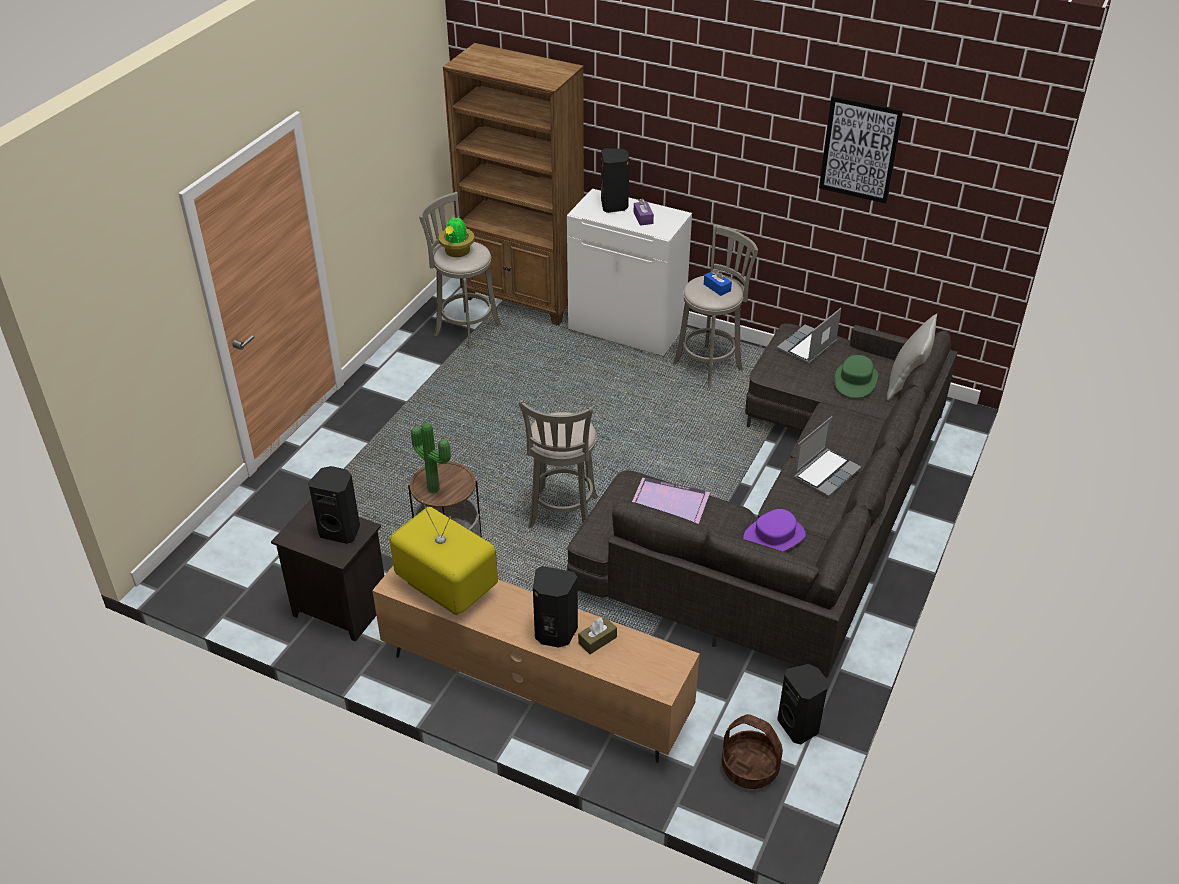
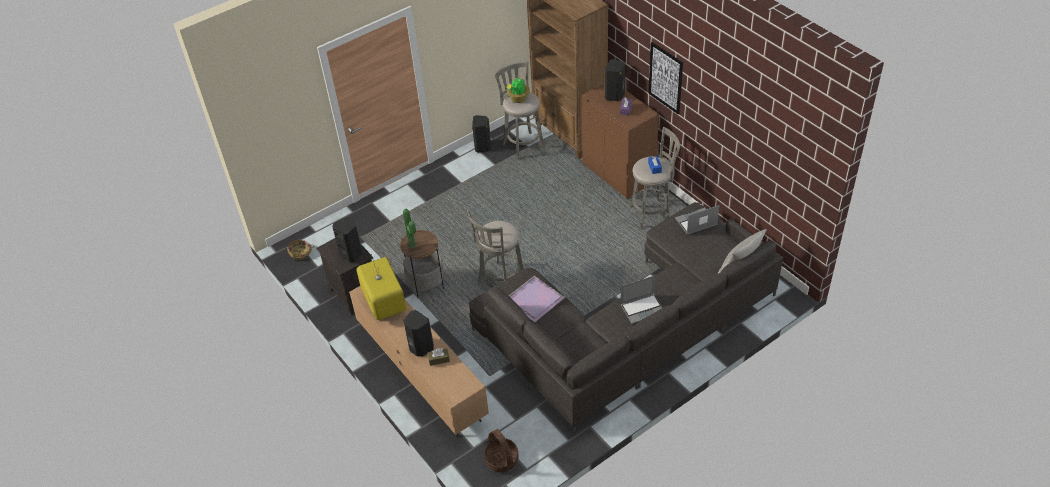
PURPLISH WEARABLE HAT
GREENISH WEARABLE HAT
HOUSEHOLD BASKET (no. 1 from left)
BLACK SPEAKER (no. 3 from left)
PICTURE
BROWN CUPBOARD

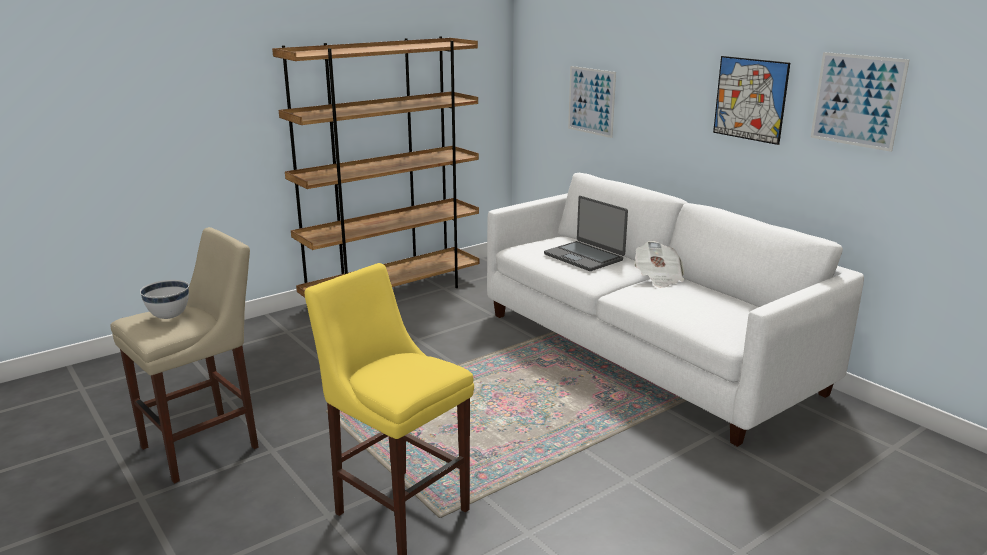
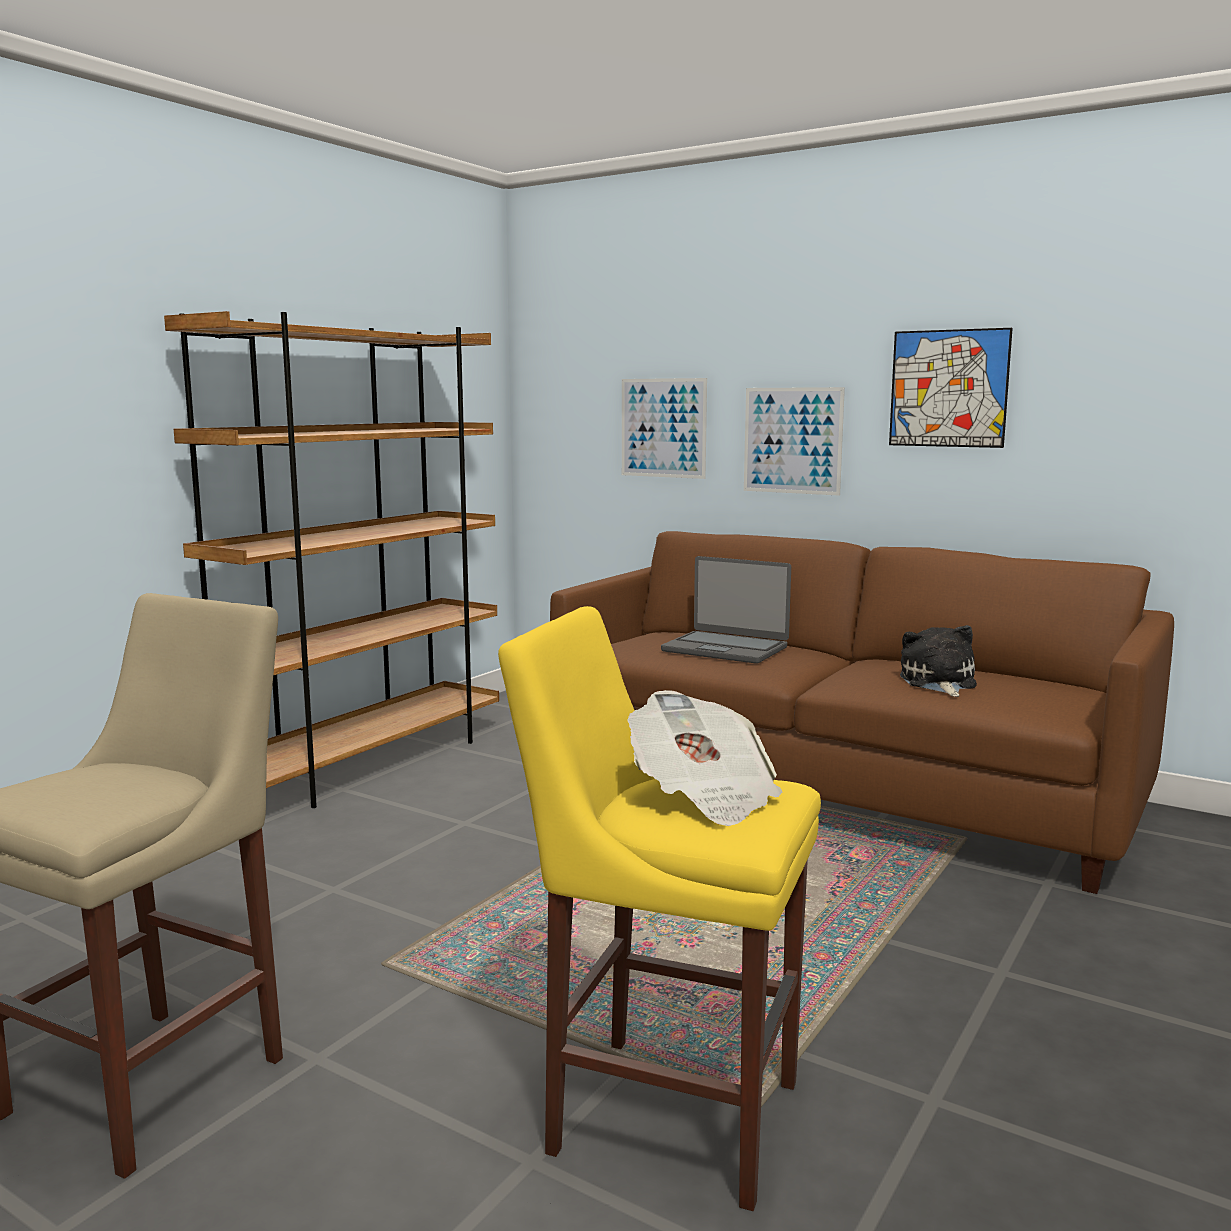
WHITE-COLOURED SERVING BOWL
PLUSH TOY
PRINTED PAPER
PICTURE (no. 2 from left)
BROWN SOFA

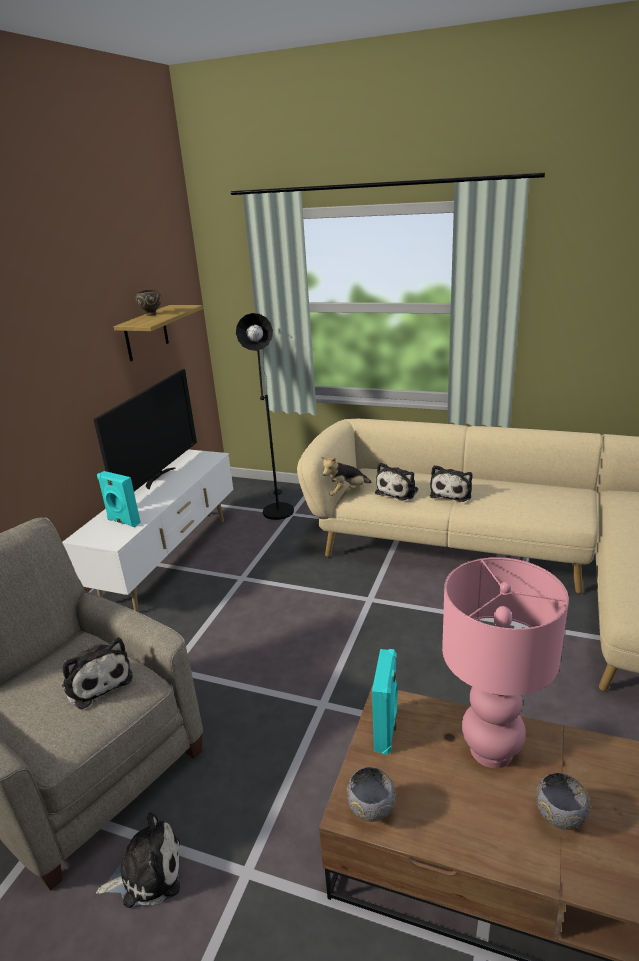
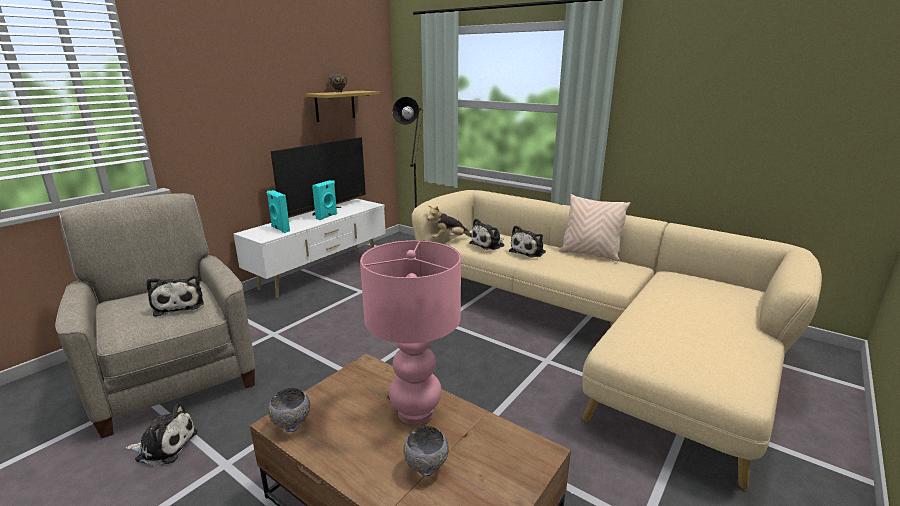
BEIGE-COLOURED CUSHION
TURQUOISE-COLOURED SPEAKER (no. 2 from left)

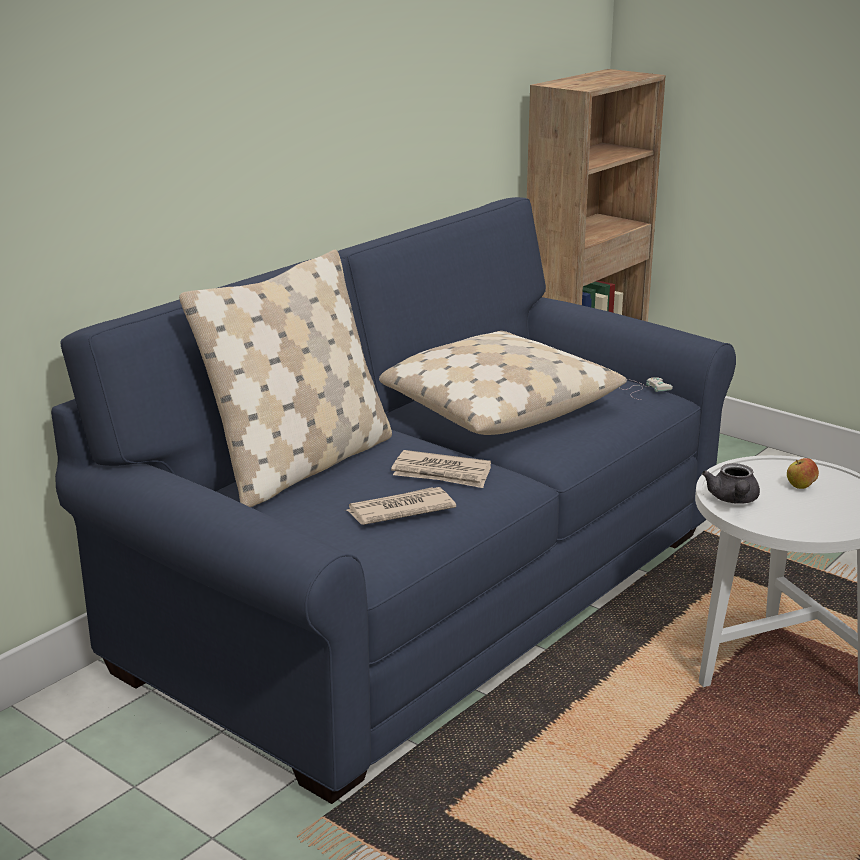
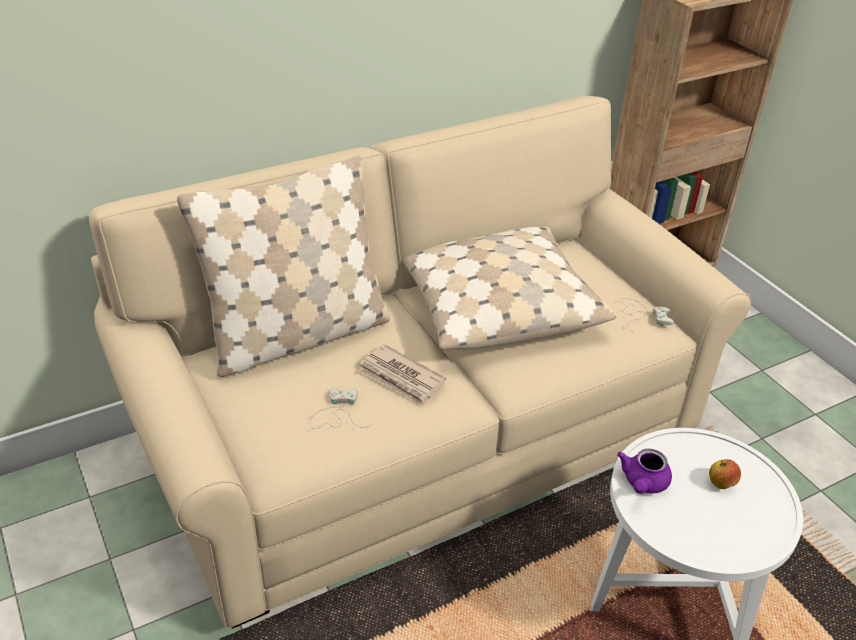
WHITE-COLOURED JOYPAD (no. 1 from left)
BEIGE-COLOURED SOFA
PURPLISH TEA POT

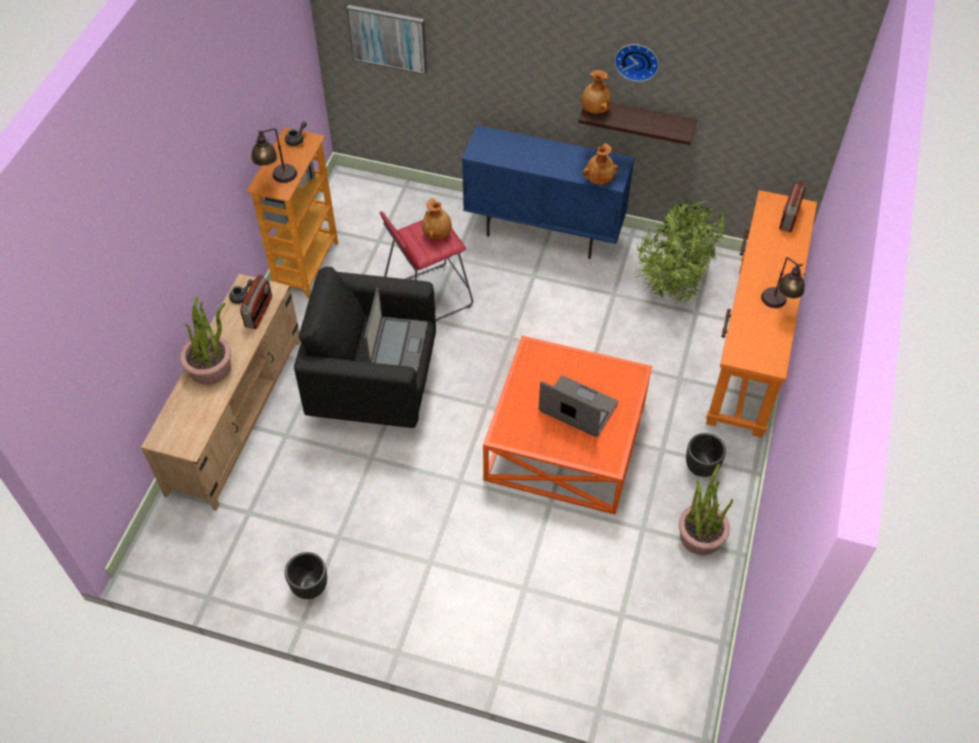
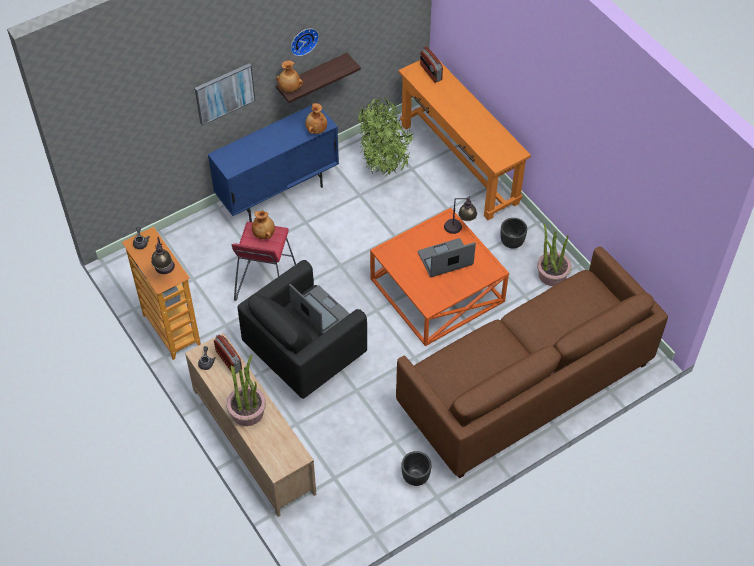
BROWN SOFA
PICTURE
TABLETOP LAMP (no. 2 from left)

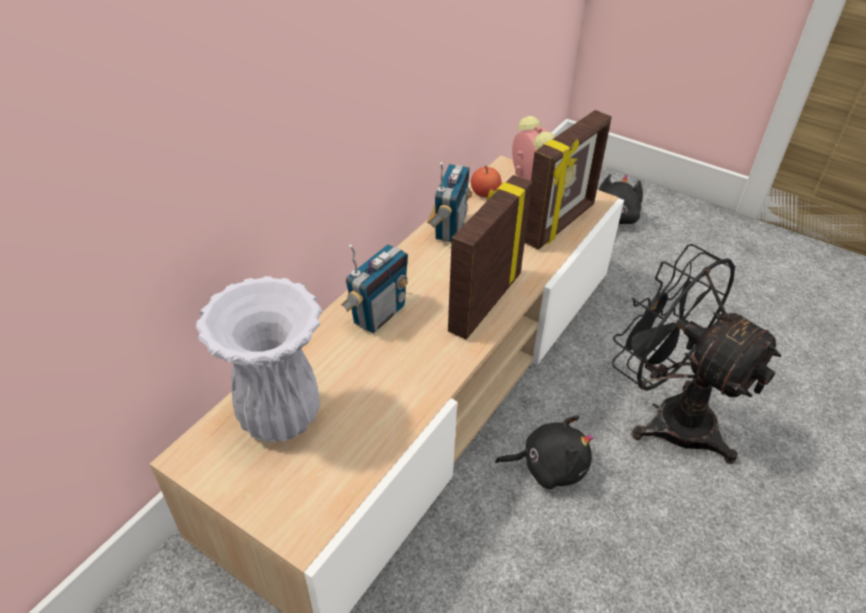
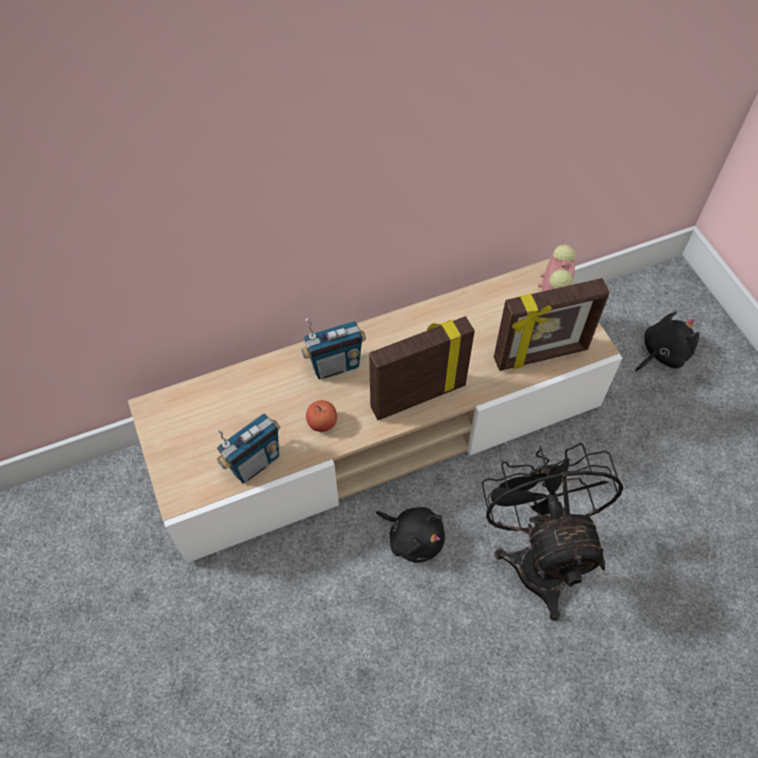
WHITE-COLOURED FLOWER VASE
RADIO RECEIVER (no. 1 from left)
WHOLE APPLE

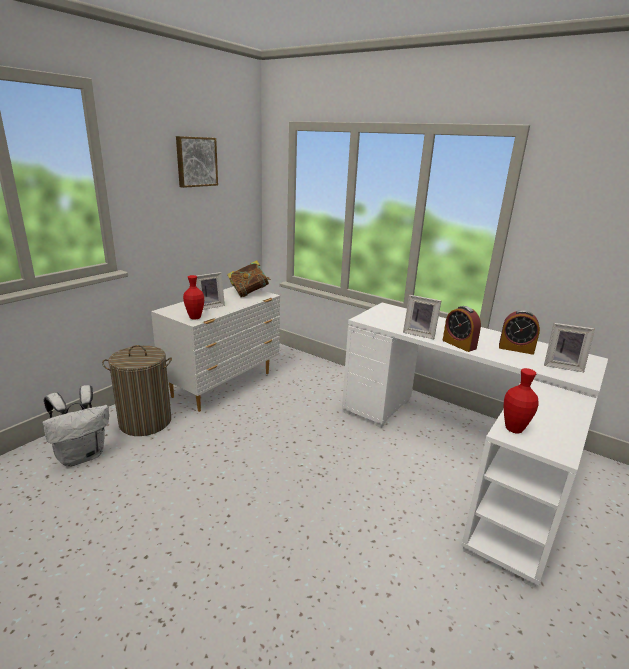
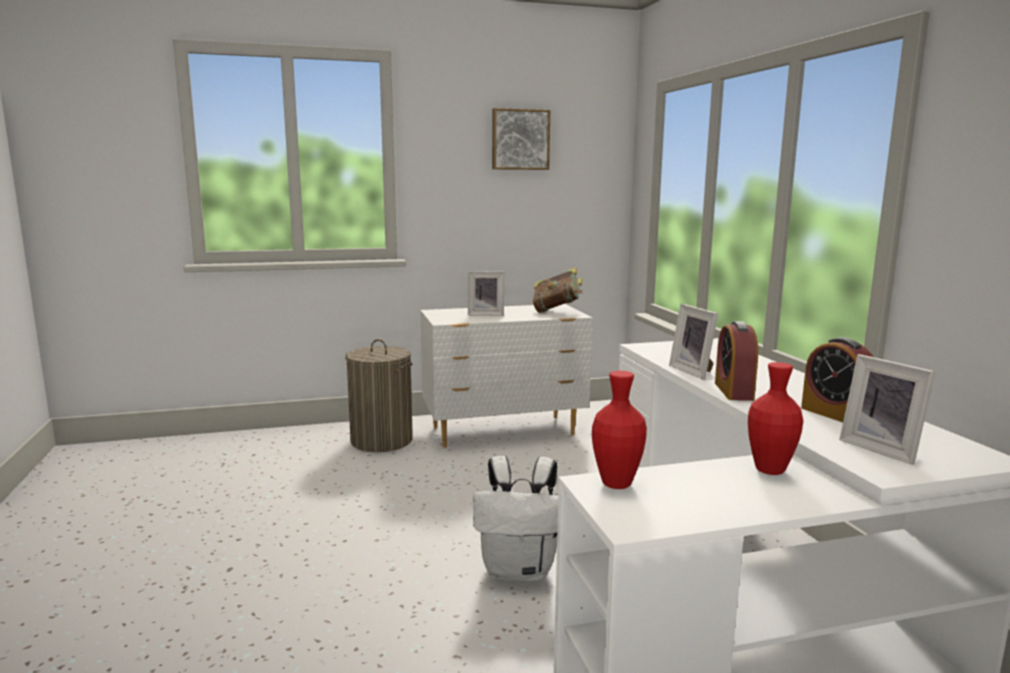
WHITE-COLOURED RUCKSACK
REDDISH FLOWER VASE (no. 2 from left)

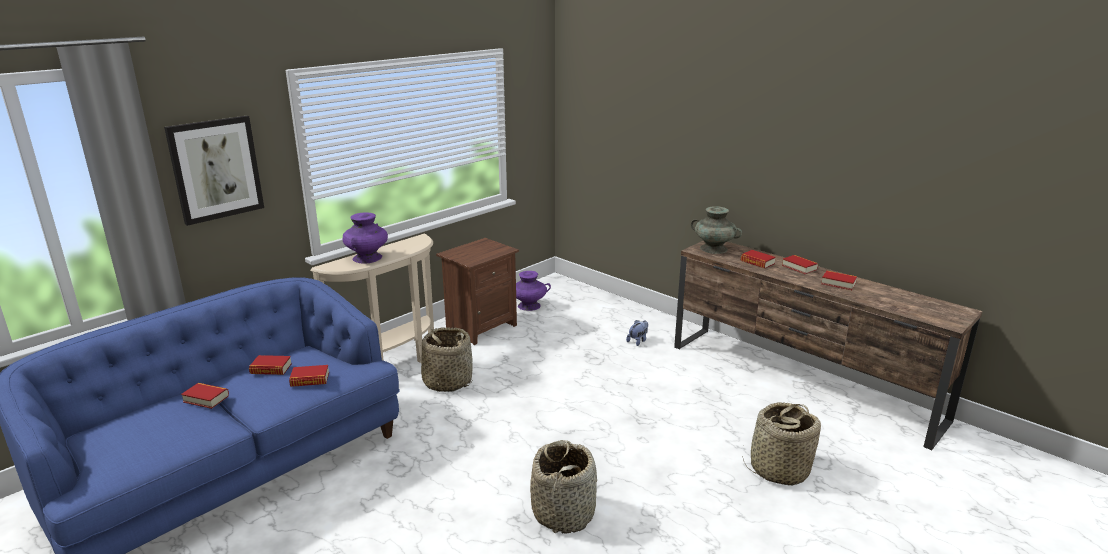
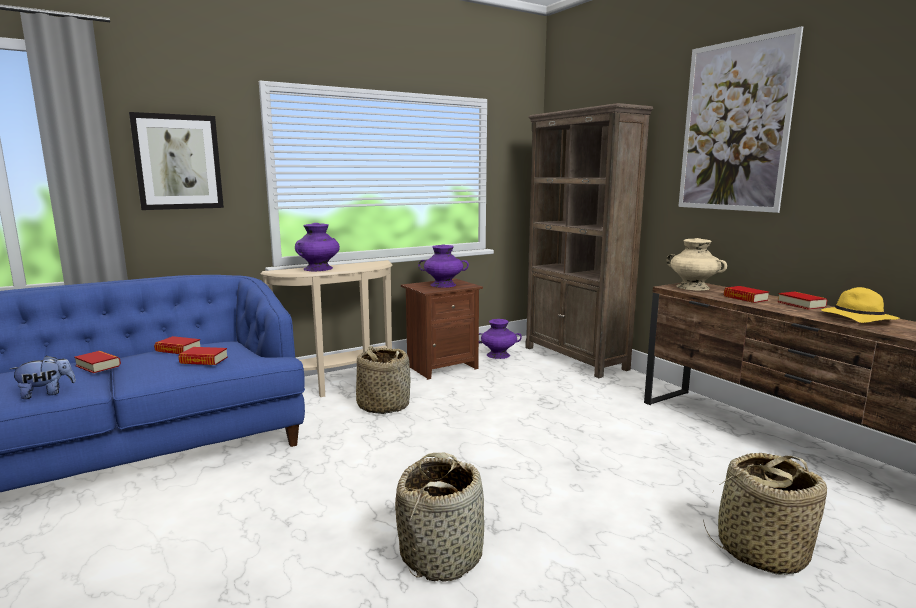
PURPLISH FLOWER VASE (no. 2 from left)
BROWN SHELVING UNIT
PICTURE (no. 2 from left)
PLUSH TOY
YELLOW WEARABLE HAT
BEIGE-COLOURED FLOWER VASE

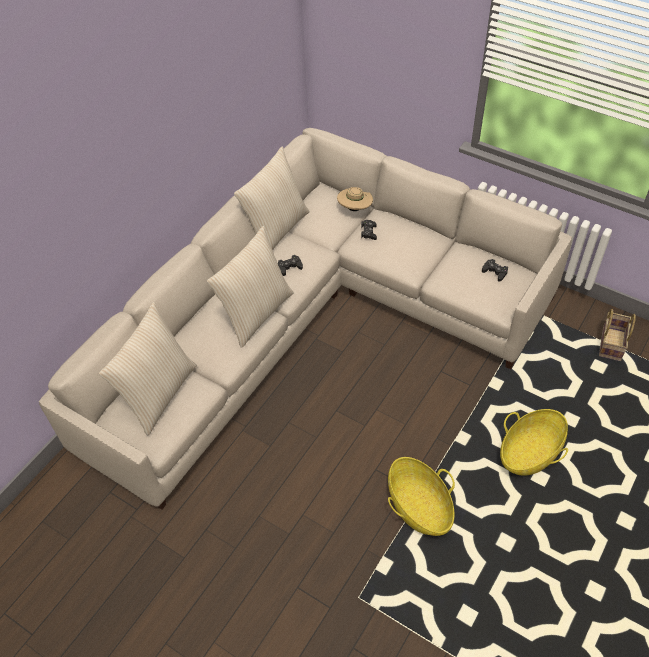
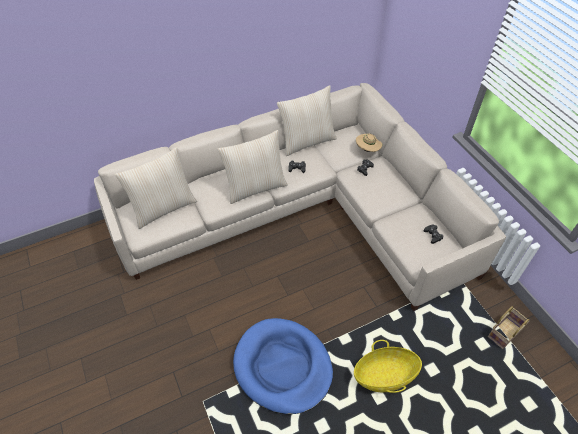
BLUE DOG BED

